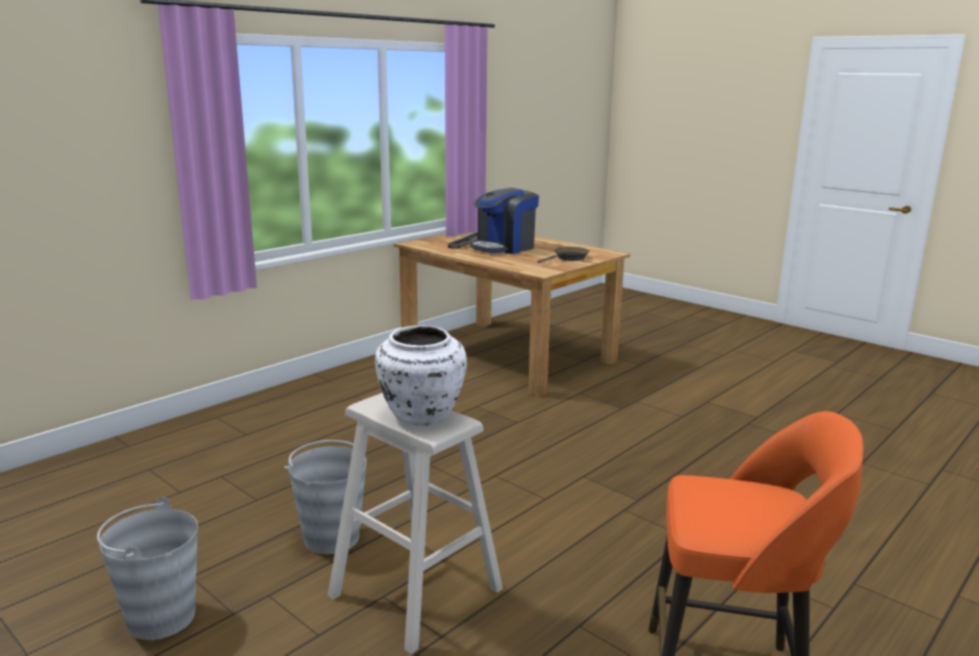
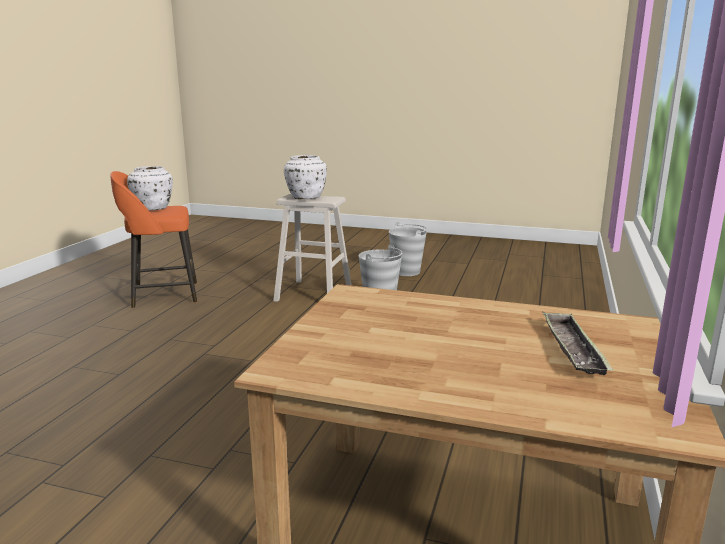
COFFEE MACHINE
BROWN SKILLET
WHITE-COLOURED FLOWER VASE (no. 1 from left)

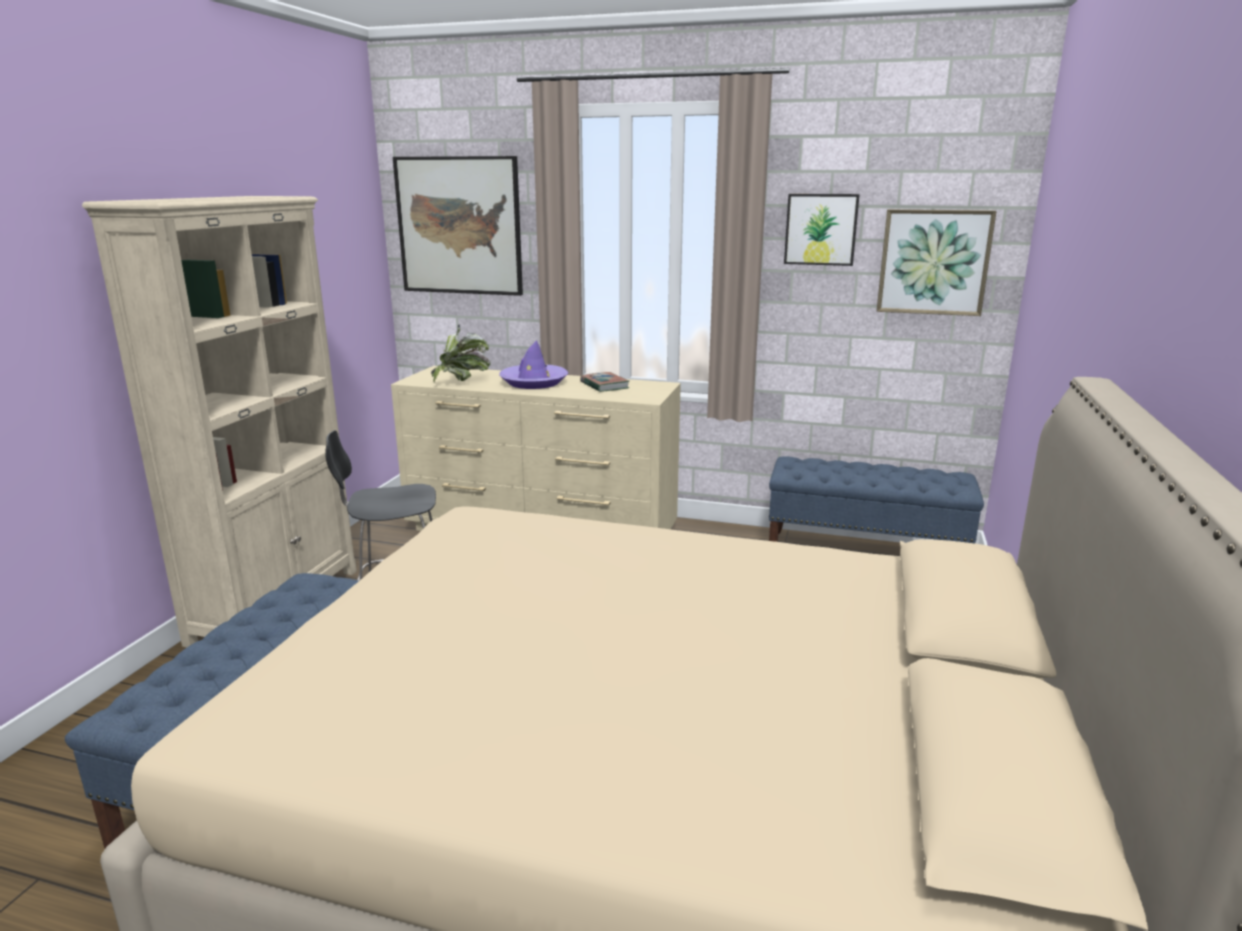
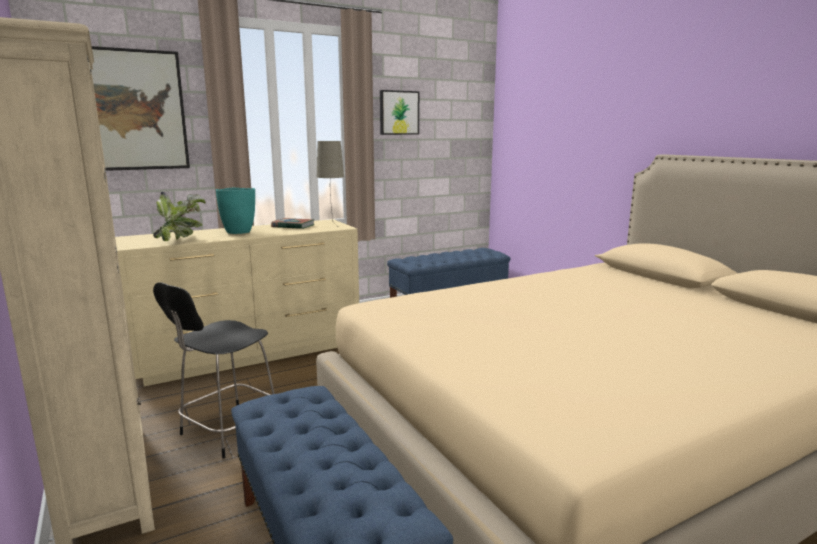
PICTURE (no. 3 from left in the first image)
BEIGE-COLOURED TABLETOP LAMP
TURQUOISE-COLOURED FLOWER VASE

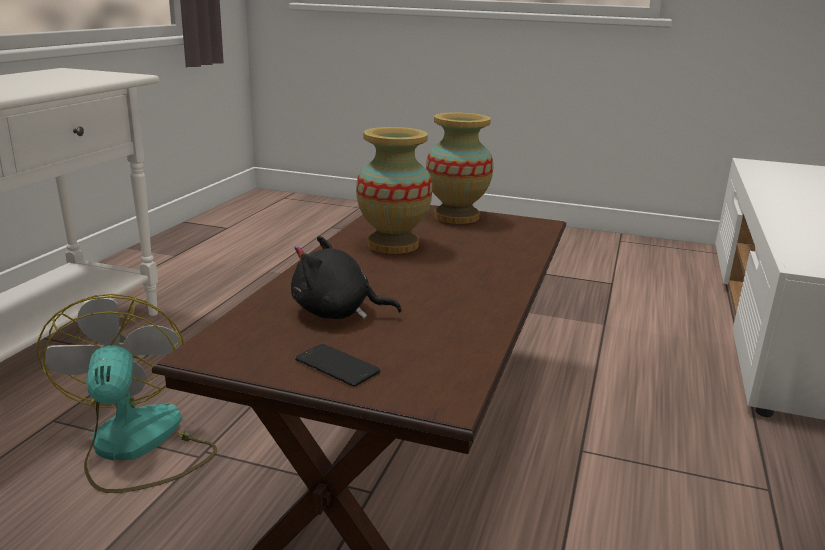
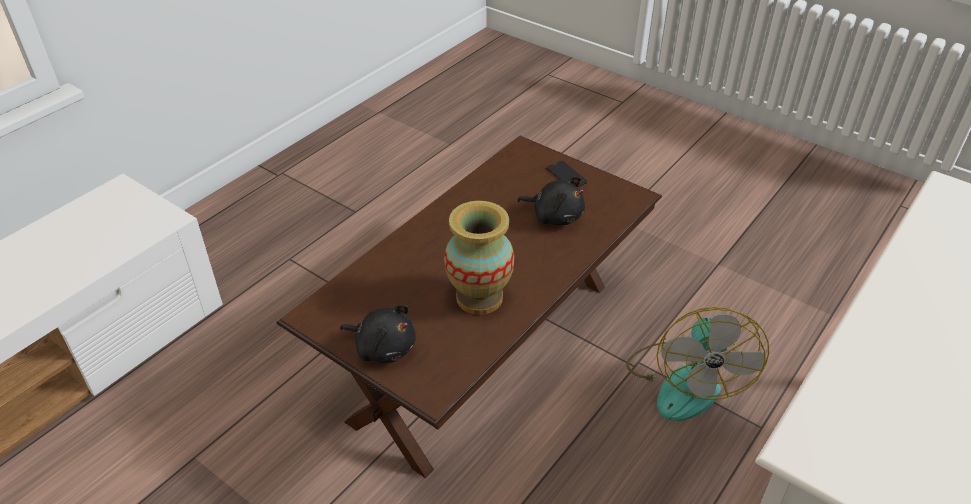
BLACK PLUSH TOY (no. 1 from left)

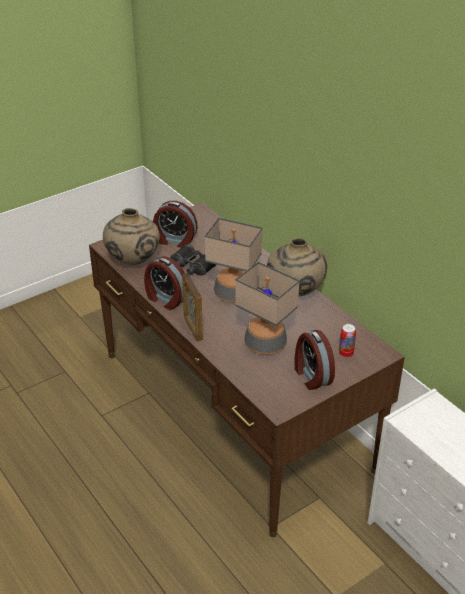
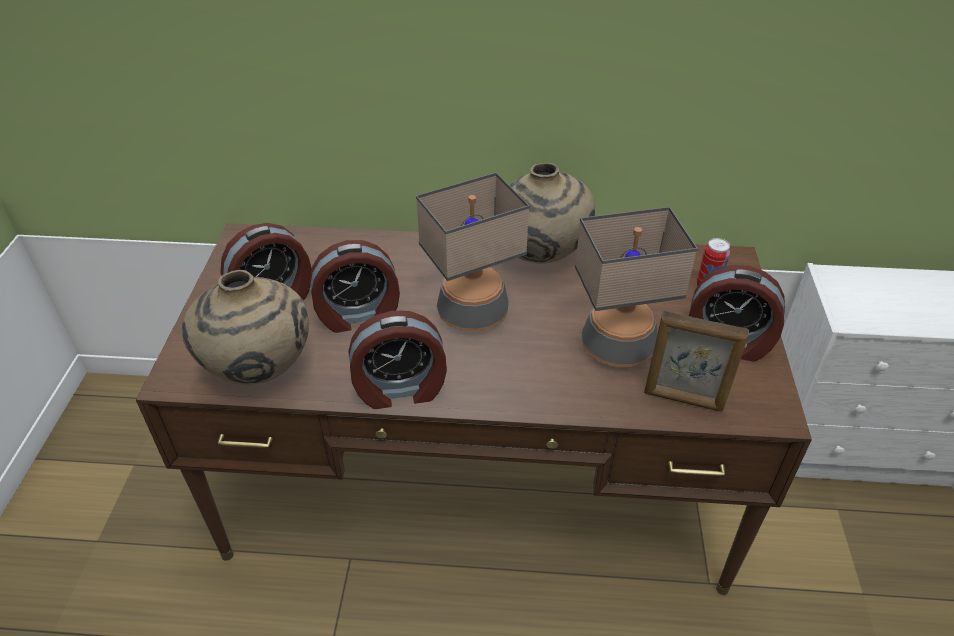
PHOTO FRAME
BEDSIDE CLOCK (no. 2 from left)

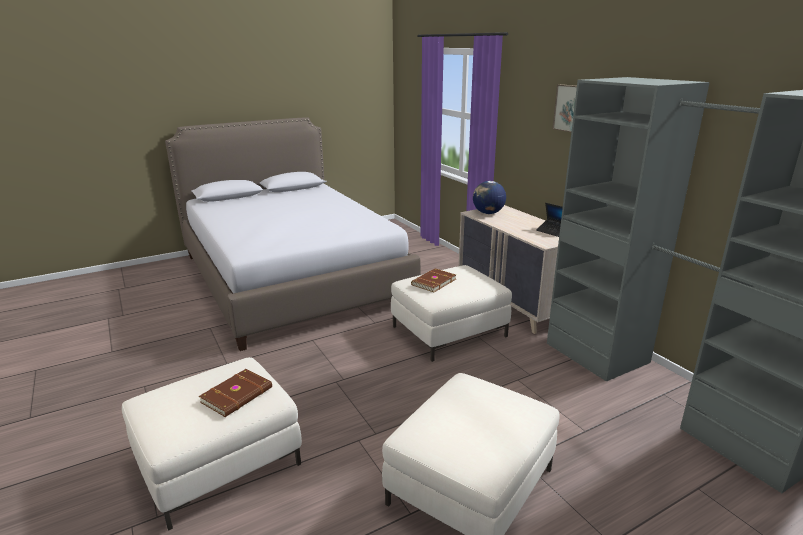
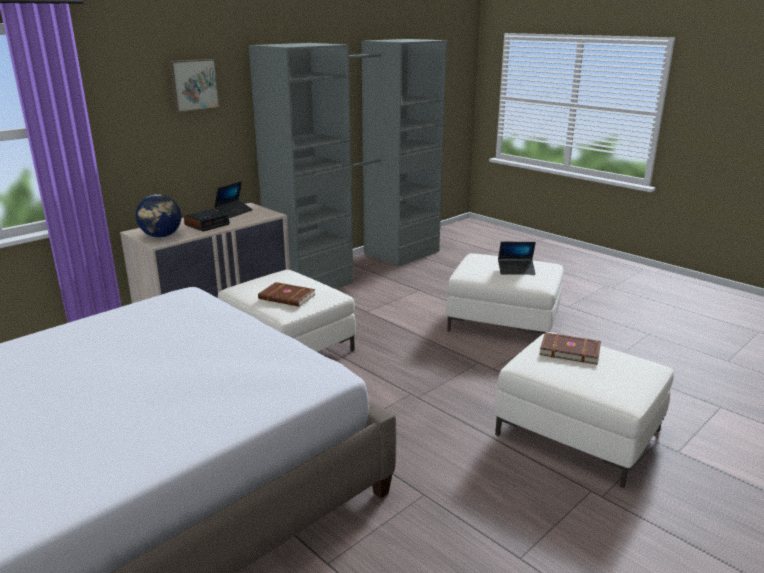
BEDSIDE CLOCK
PORTABLE COMPUTER (no. 2 from left)

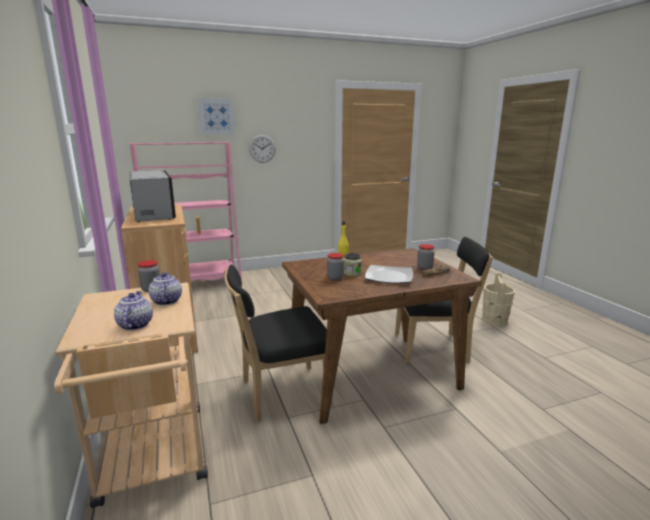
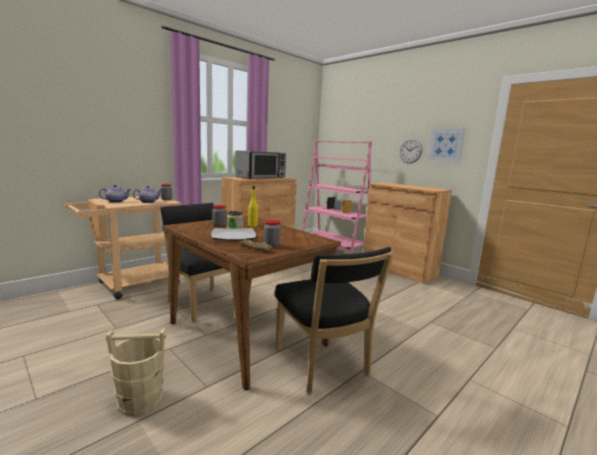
BROWN CUPBOARD (no. 2 from left)
PICTURE
BEIGE-COLOURED PAIL

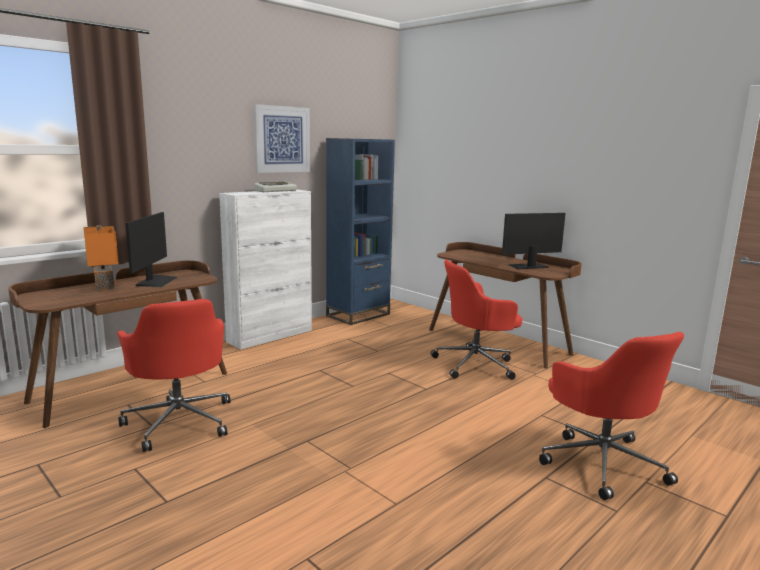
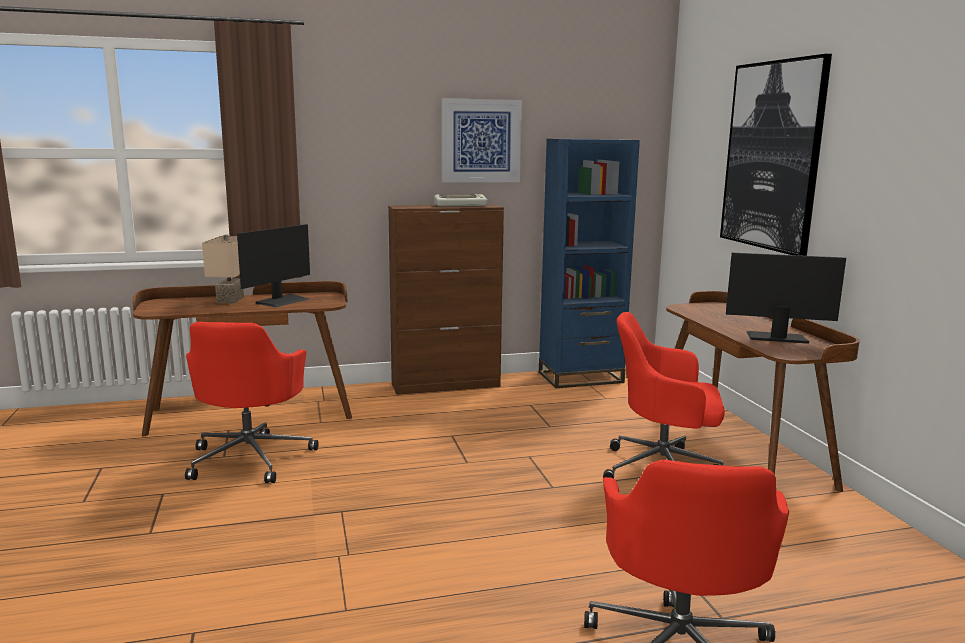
PICTURE (no. 2 from left)
BEIGE-COLOURED TABLETOP LAMP
BROWN CUPBOARD

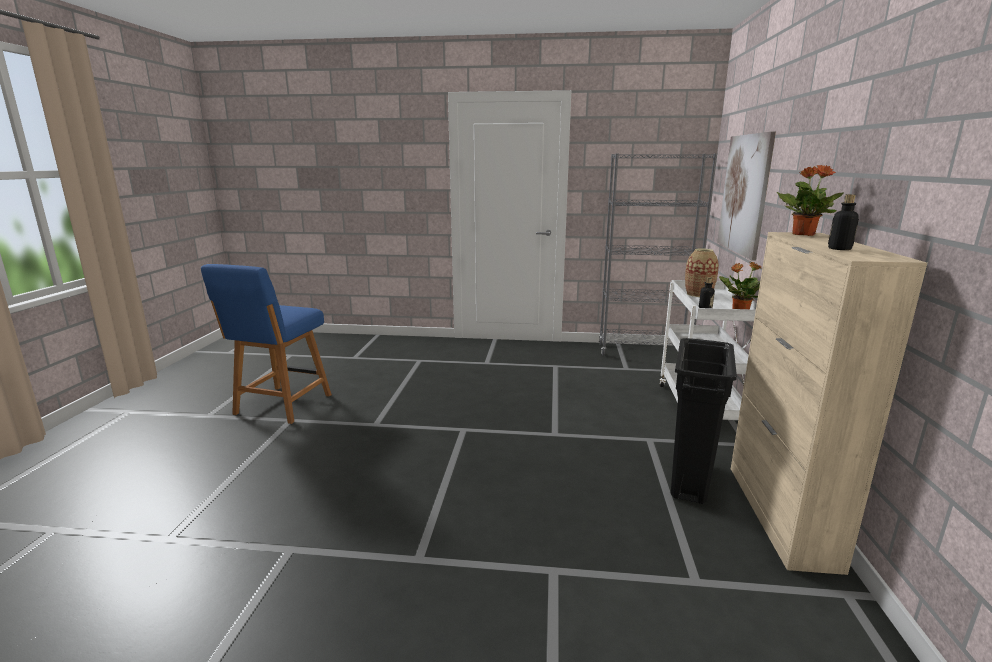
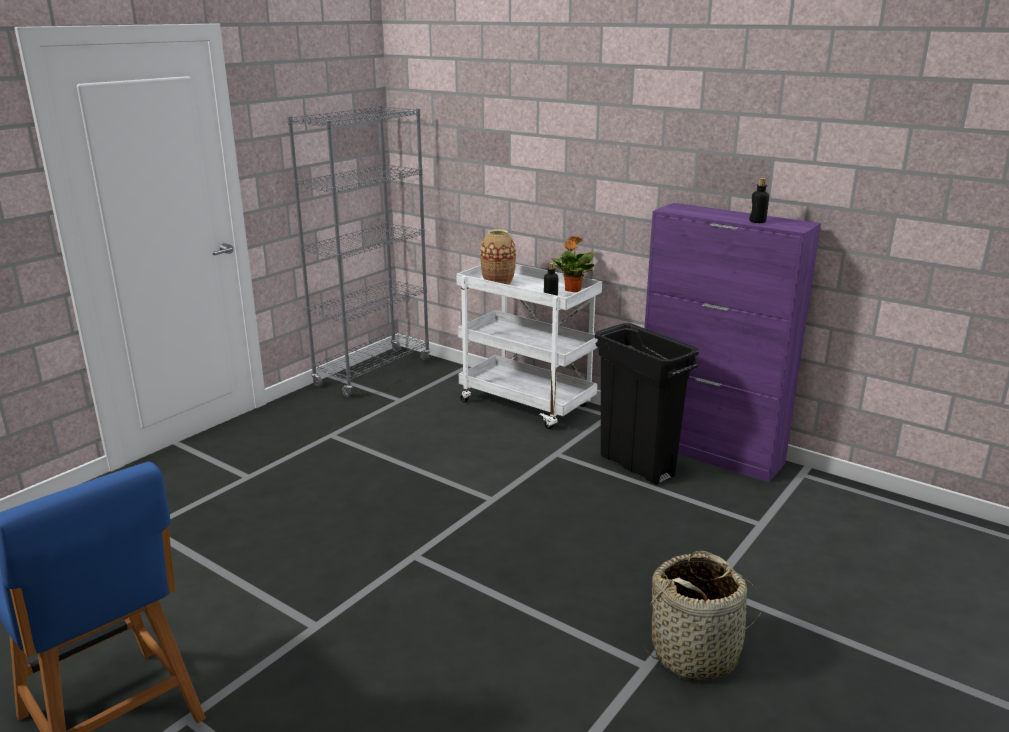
PICTURE
PLANT IN A POT (no. 2 from left in the first image)
HOUSEHOLD BASKET
PURPLISH CUPBOARD

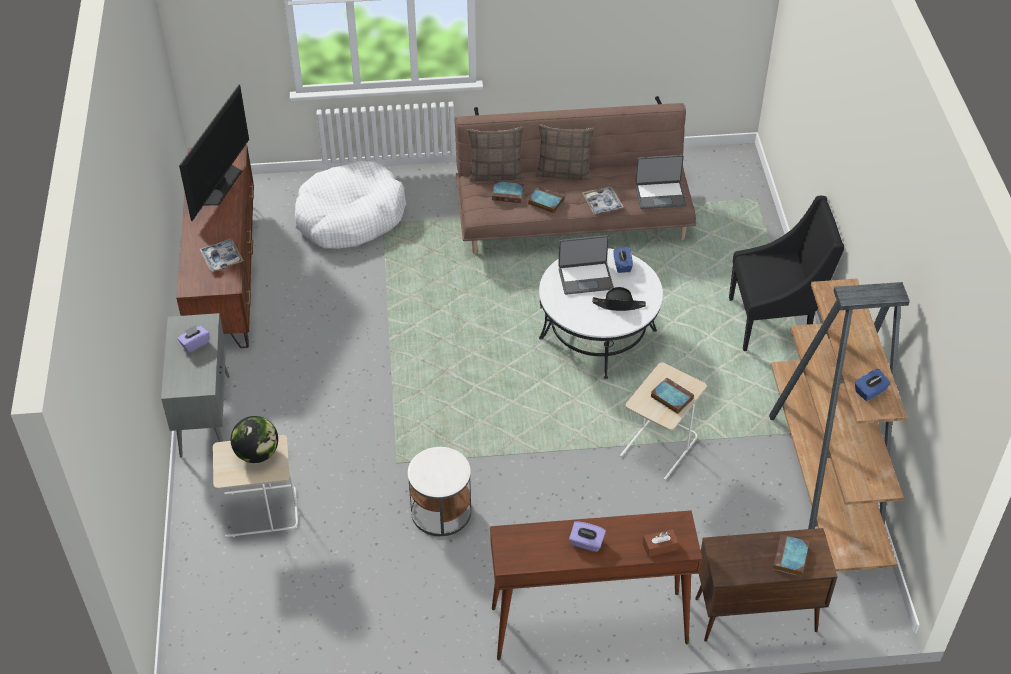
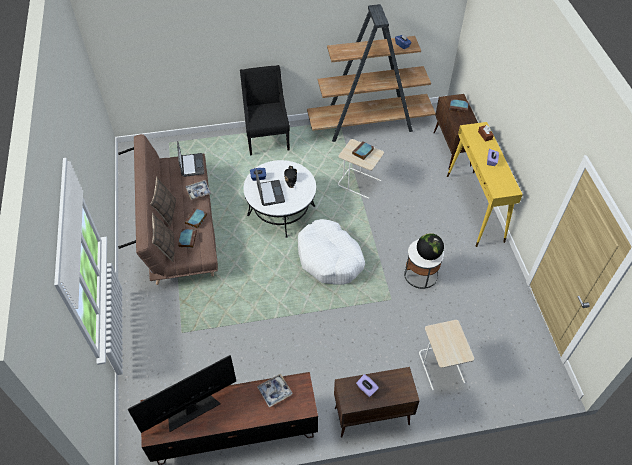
DESK GLOBE
WHITE-COLOURED DOG BED
BROWN CUPBOARD (no. 1 from left)
YELLOW CONSOLE TABLE
TV SET

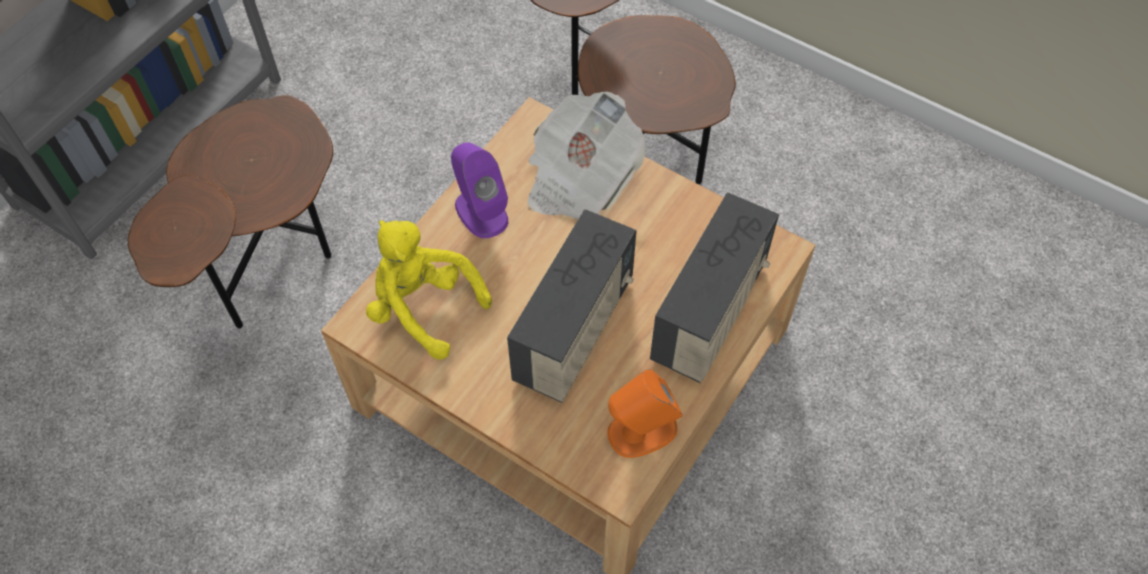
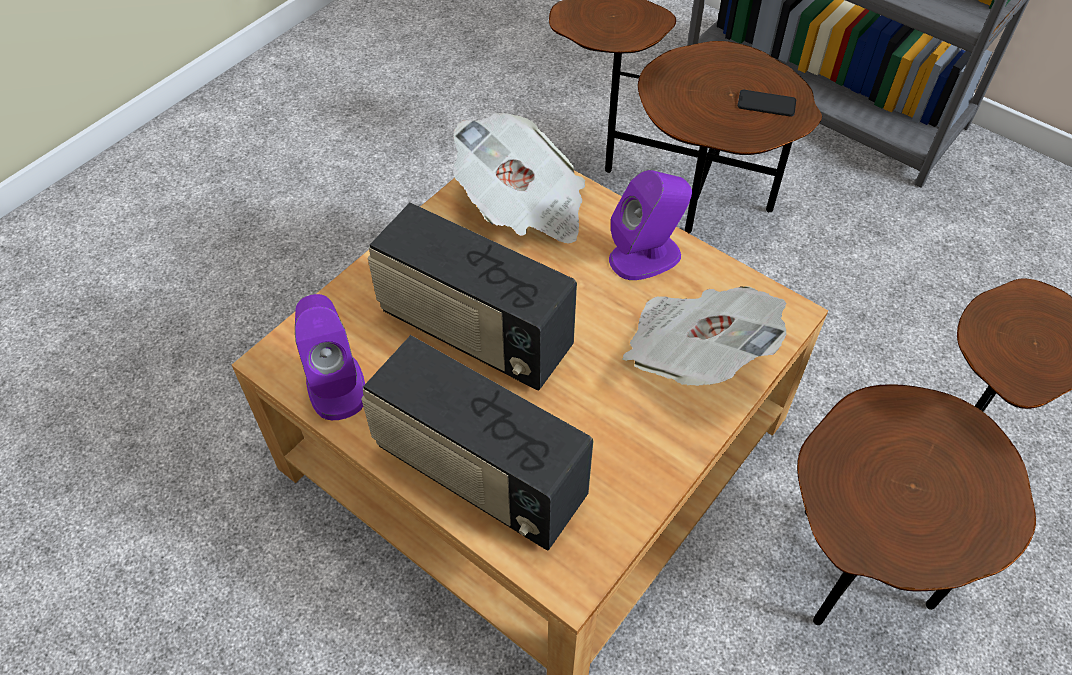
HANDSET
PRINTED PAPER (no. 1 from left)
PURPLISH SPEAKER (no. 1 from left)

